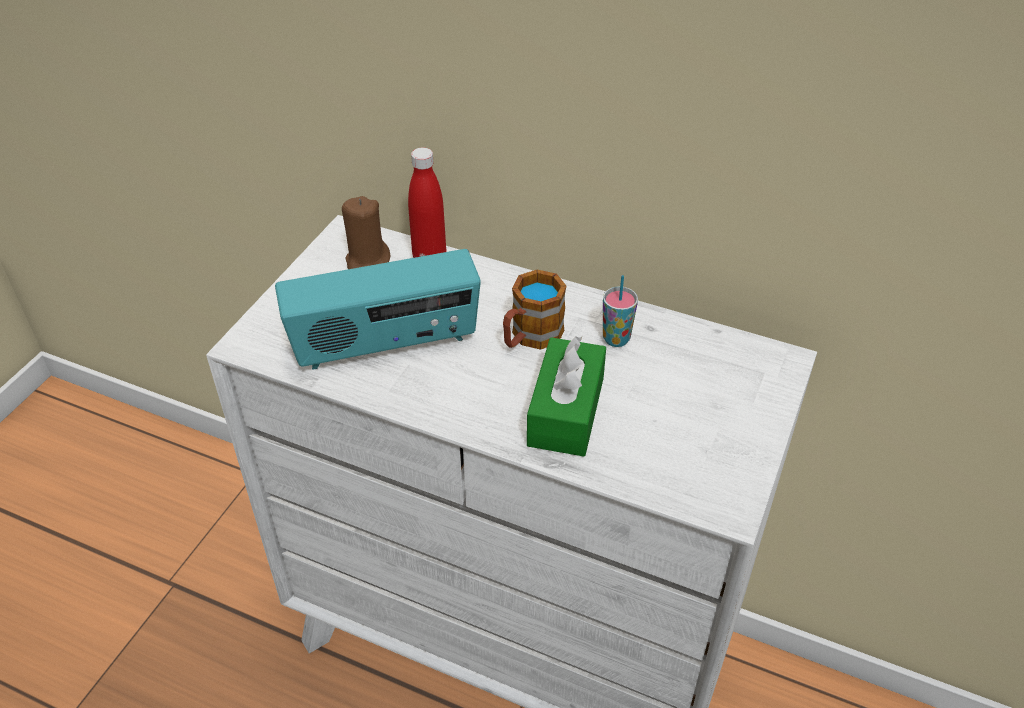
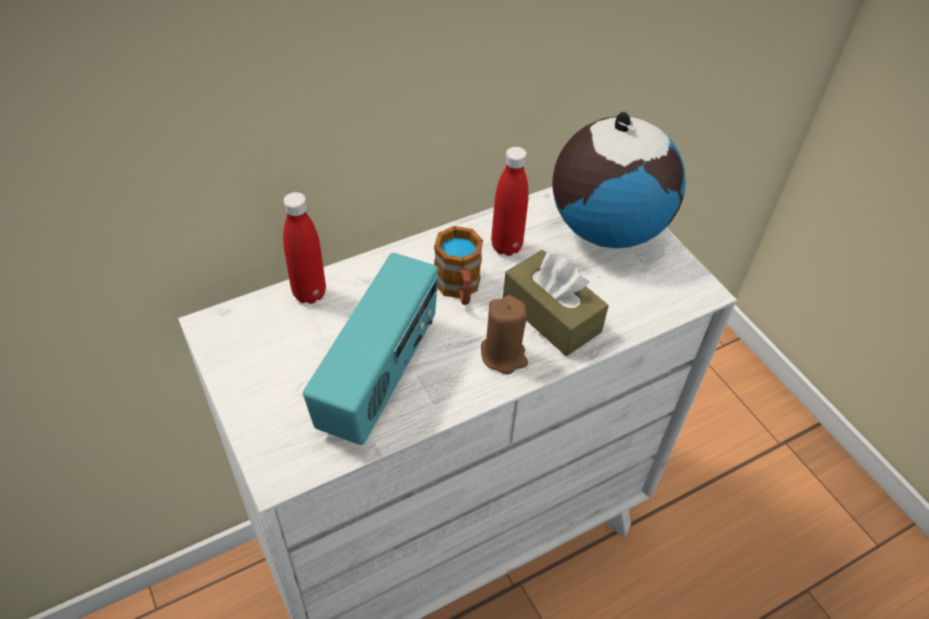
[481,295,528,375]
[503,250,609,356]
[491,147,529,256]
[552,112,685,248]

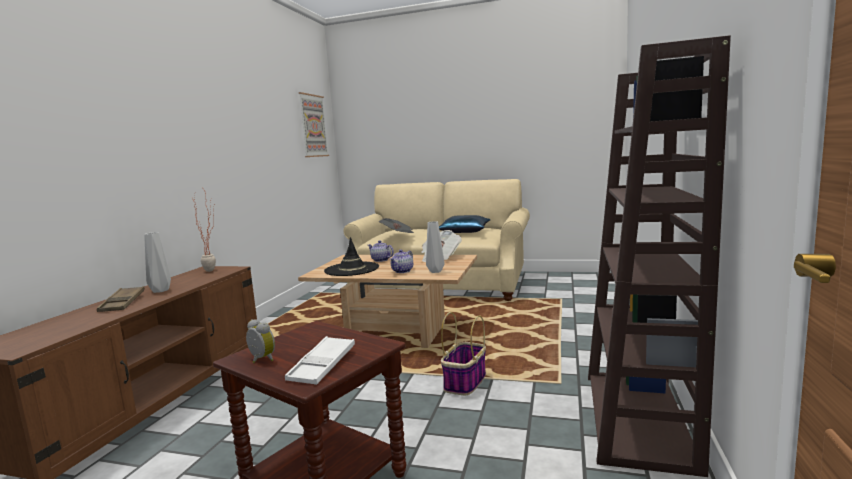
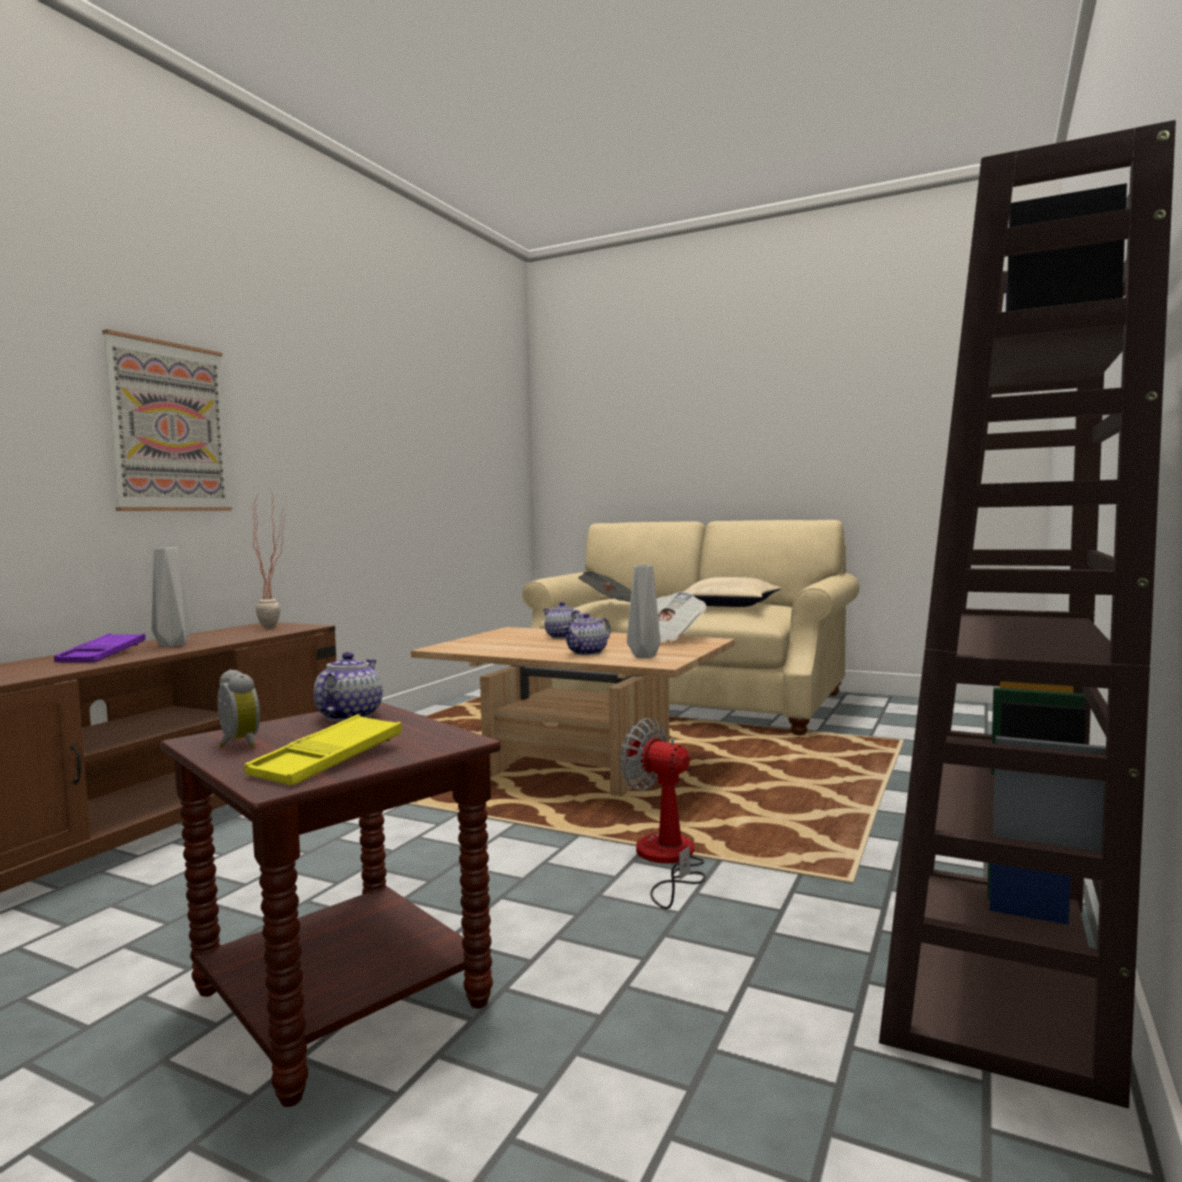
[54,633,146,663]
[244,715,402,786]
[102,329,232,511]
[324,237,379,276] (first image)
[683,577,781,607]
[620,718,705,909]
[314,652,383,721]

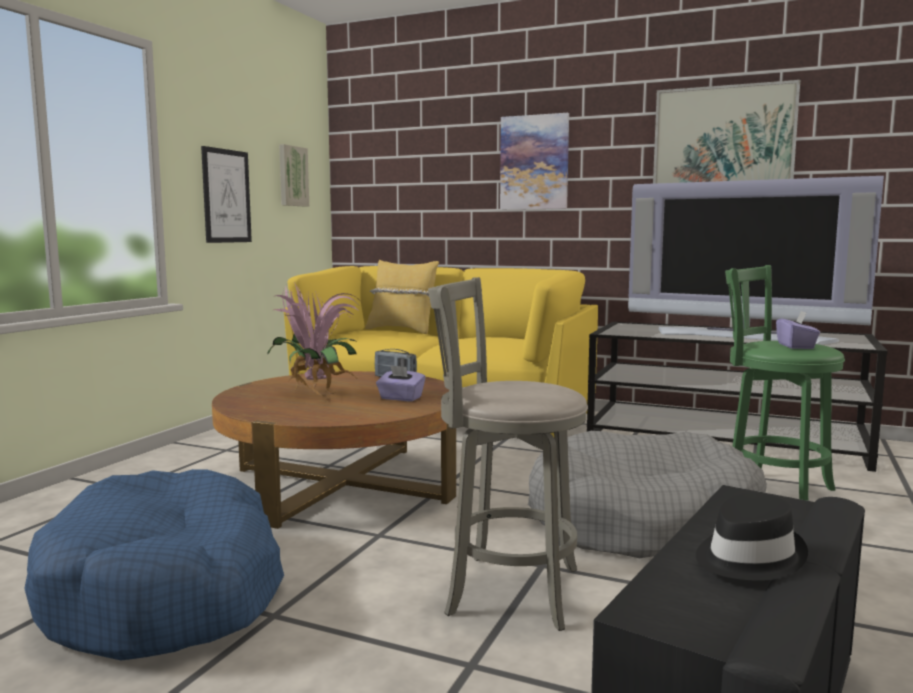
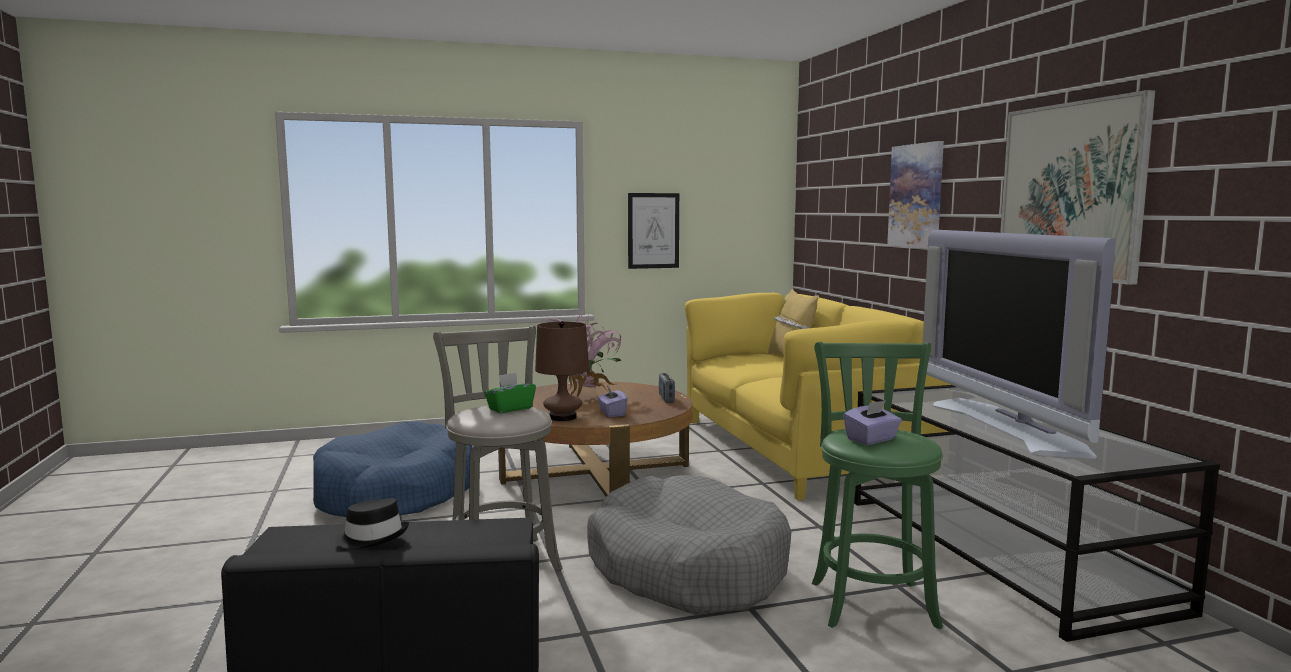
[279,144,309,207] (first image)
[484,373,536,413]
[535,321,589,421]

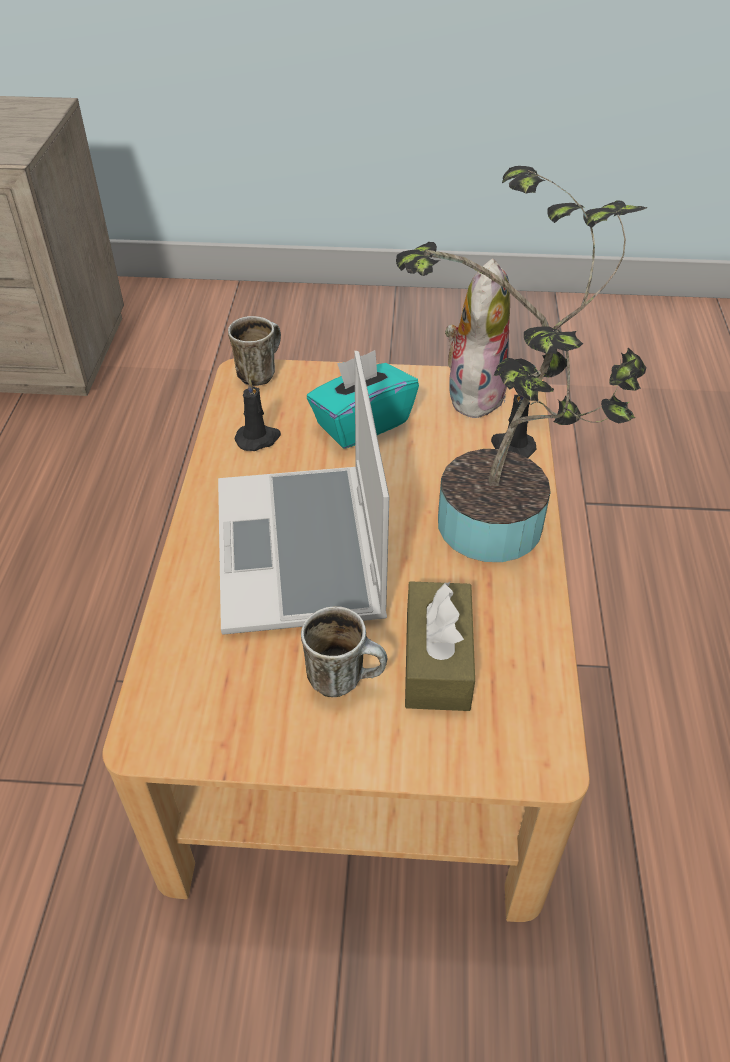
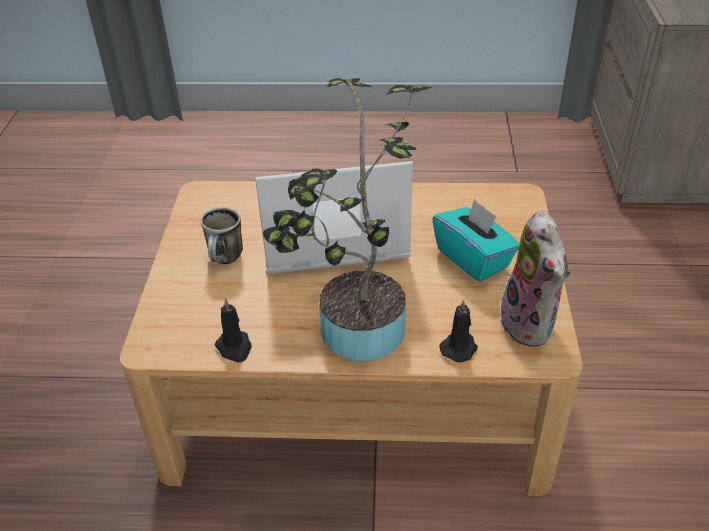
[228,316,281,386] (first image)
[215,298,252,362]
[405,581,475,711] (first image)
[501,210,571,347]

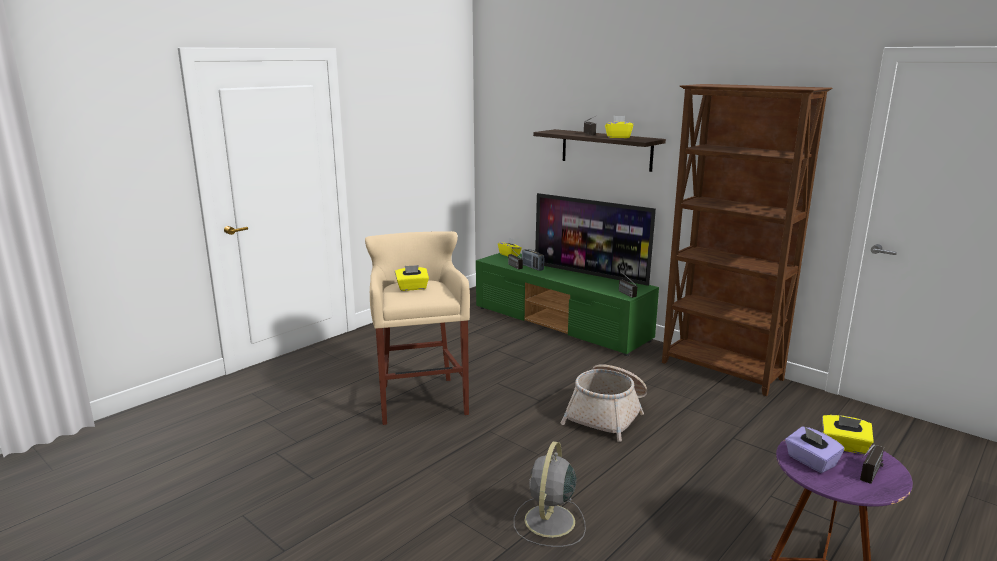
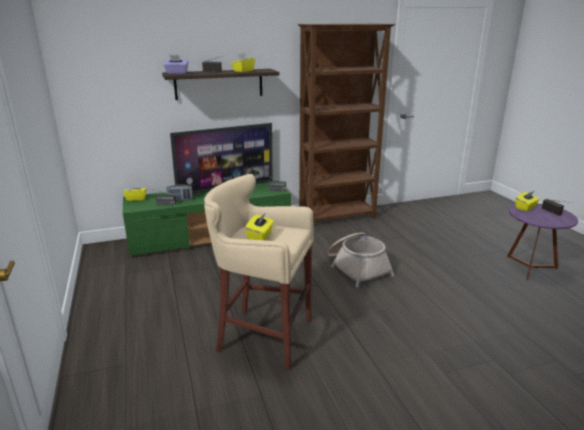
[514,441,586,547] (first image)
[164,55,189,74]

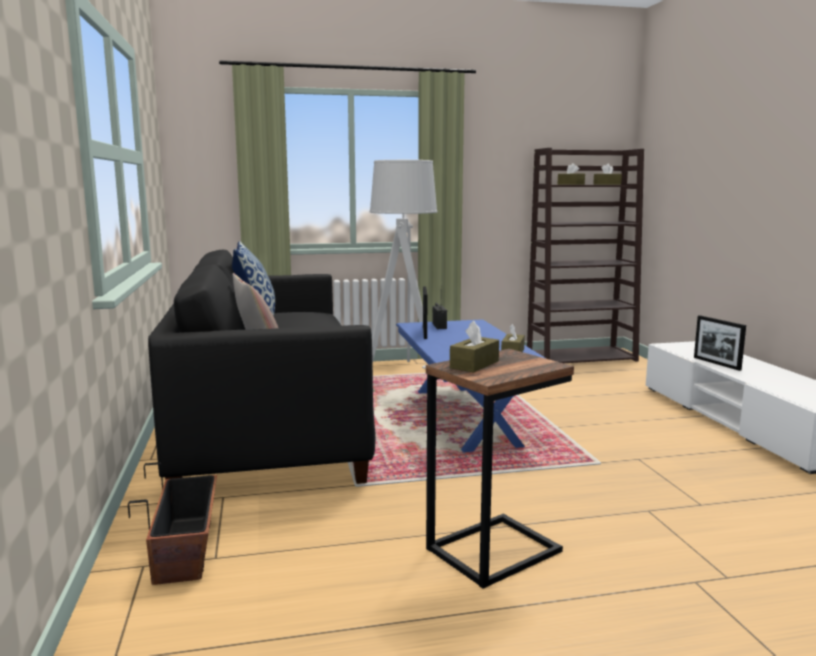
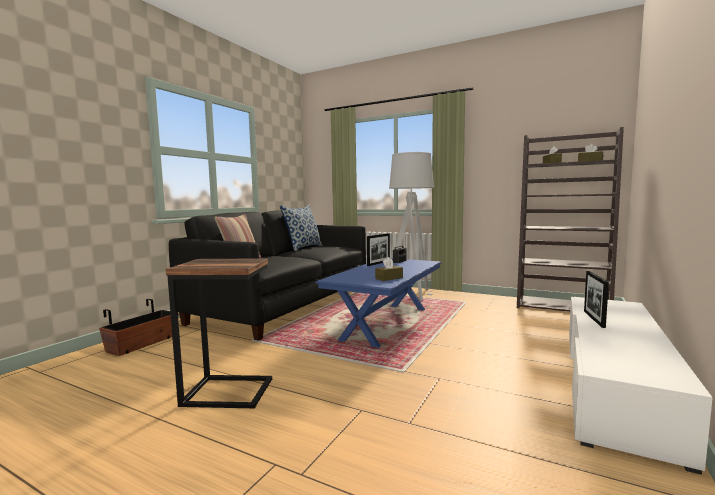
[450,321,499,372] (first image)

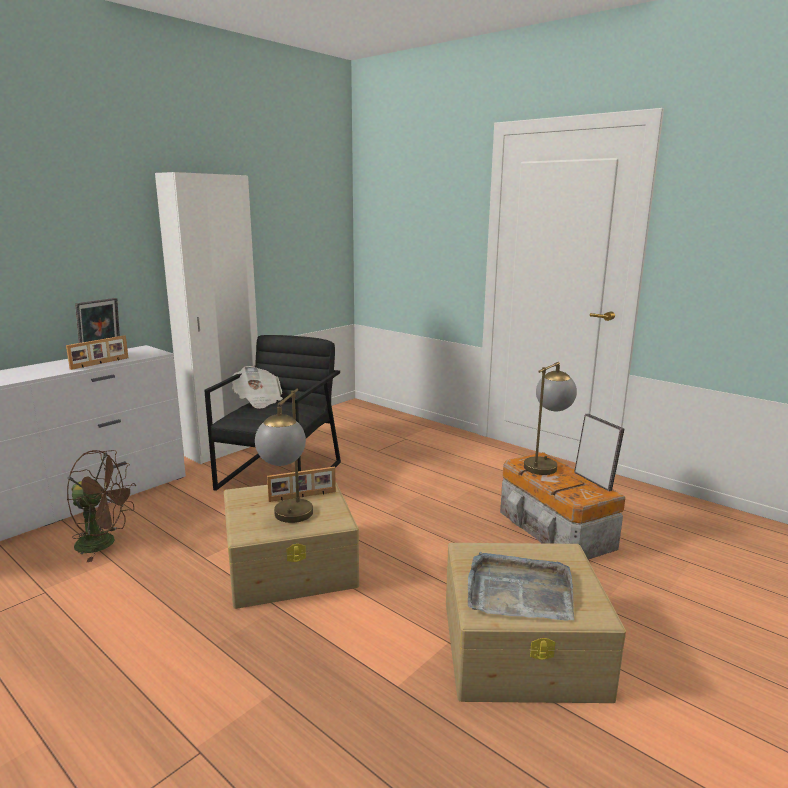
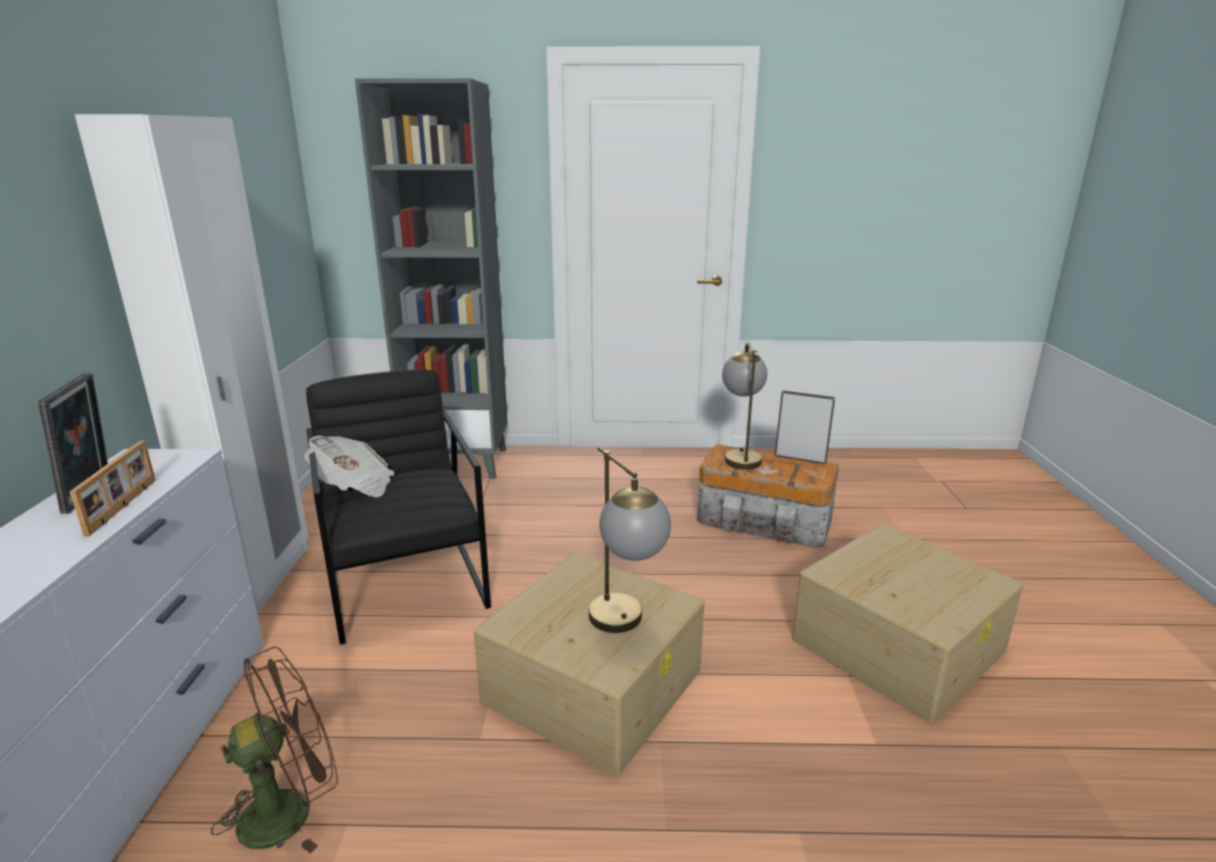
[267,467,336,502] (first image)
[468,552,574,621] (first image)
[355,78,508,479]

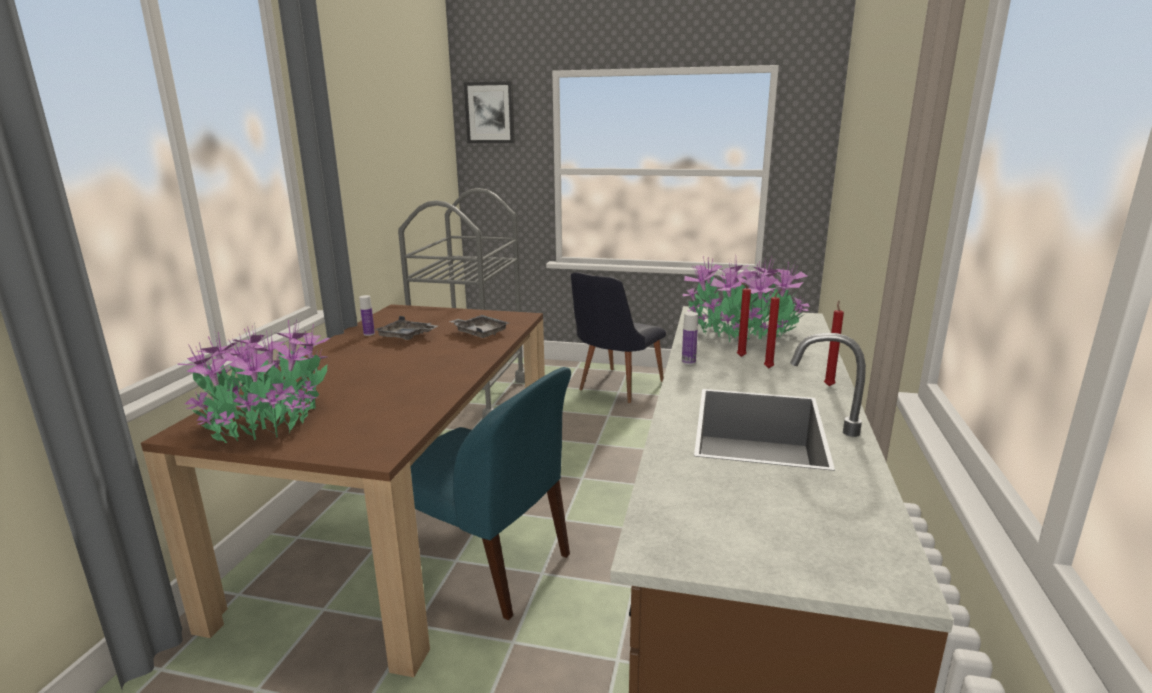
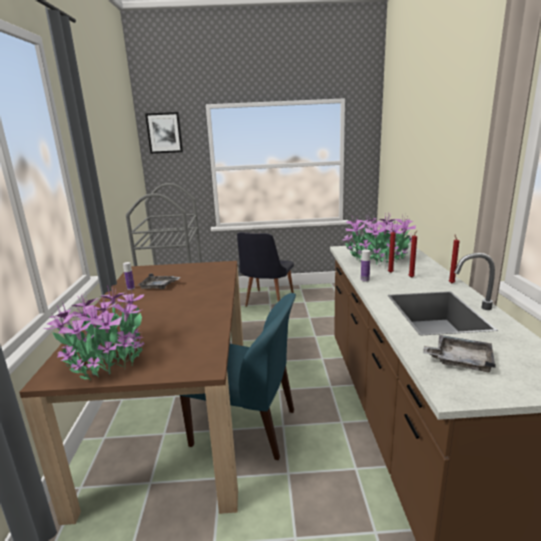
[423,335,496,372]

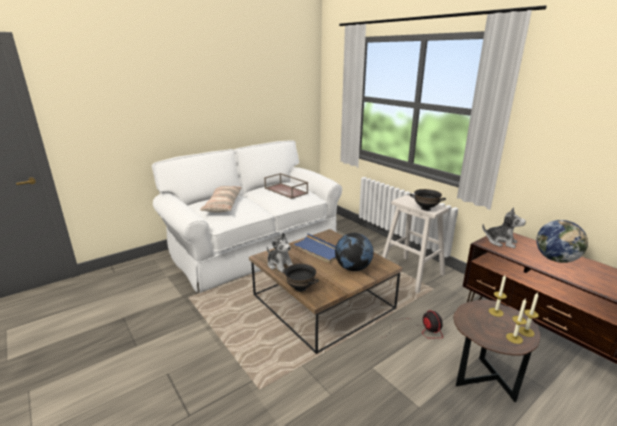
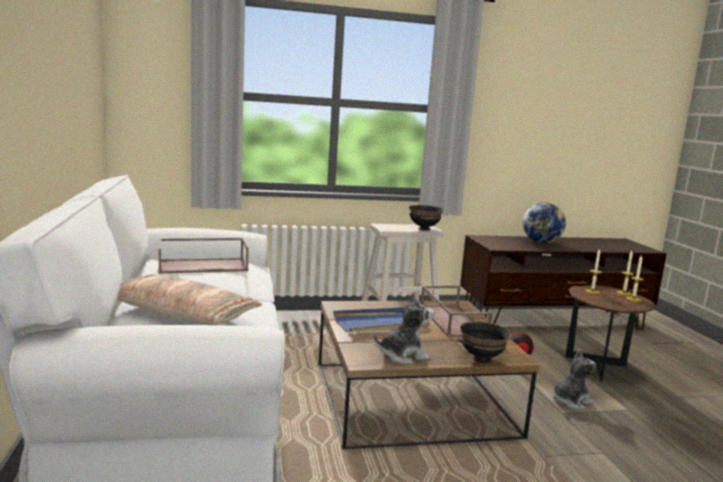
[421,286,492,337]
[552,349,596,410]

